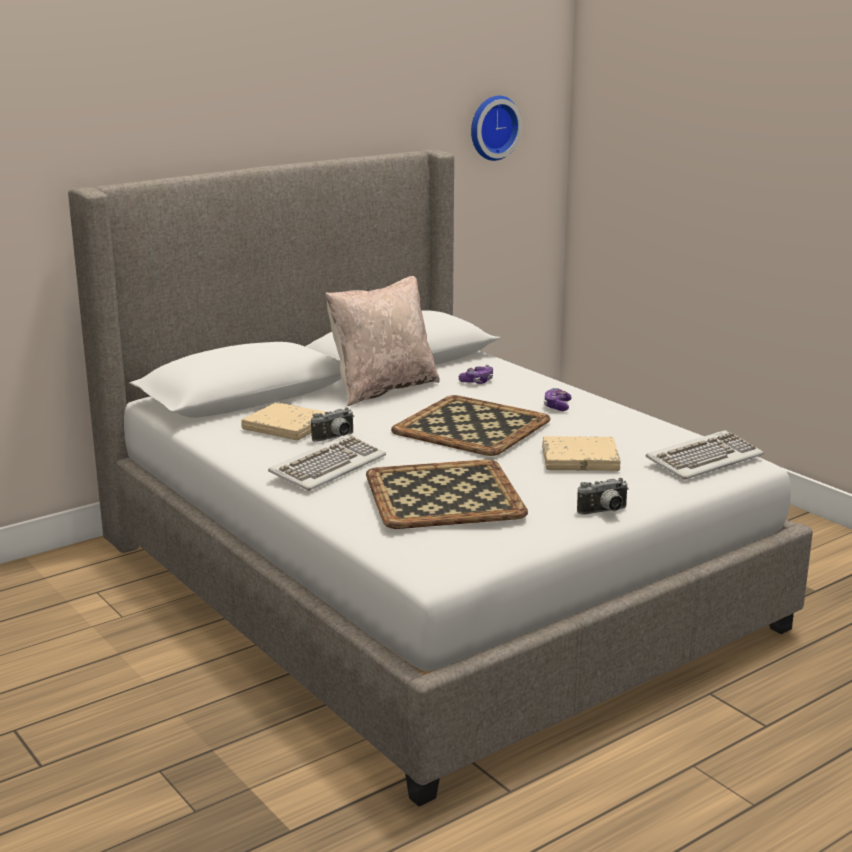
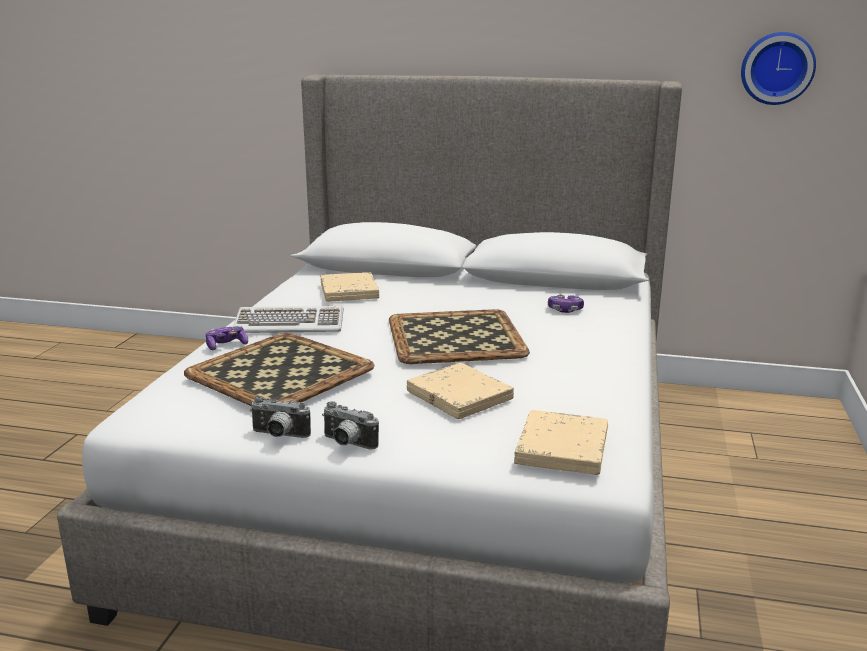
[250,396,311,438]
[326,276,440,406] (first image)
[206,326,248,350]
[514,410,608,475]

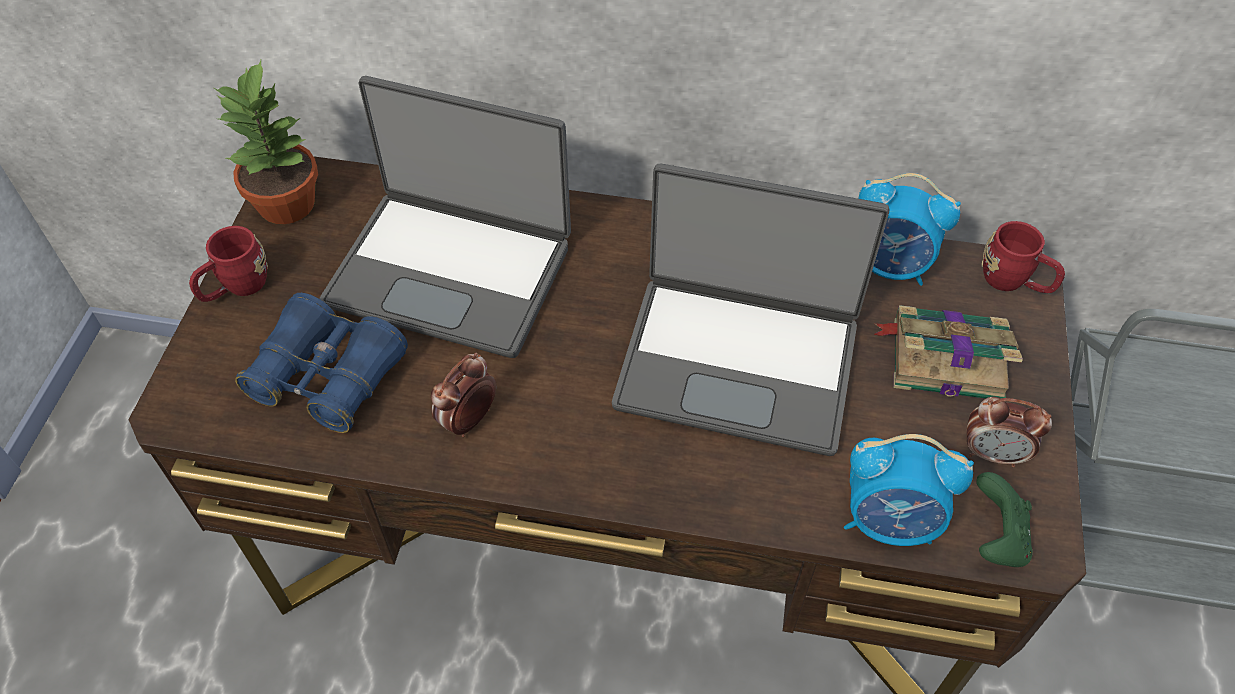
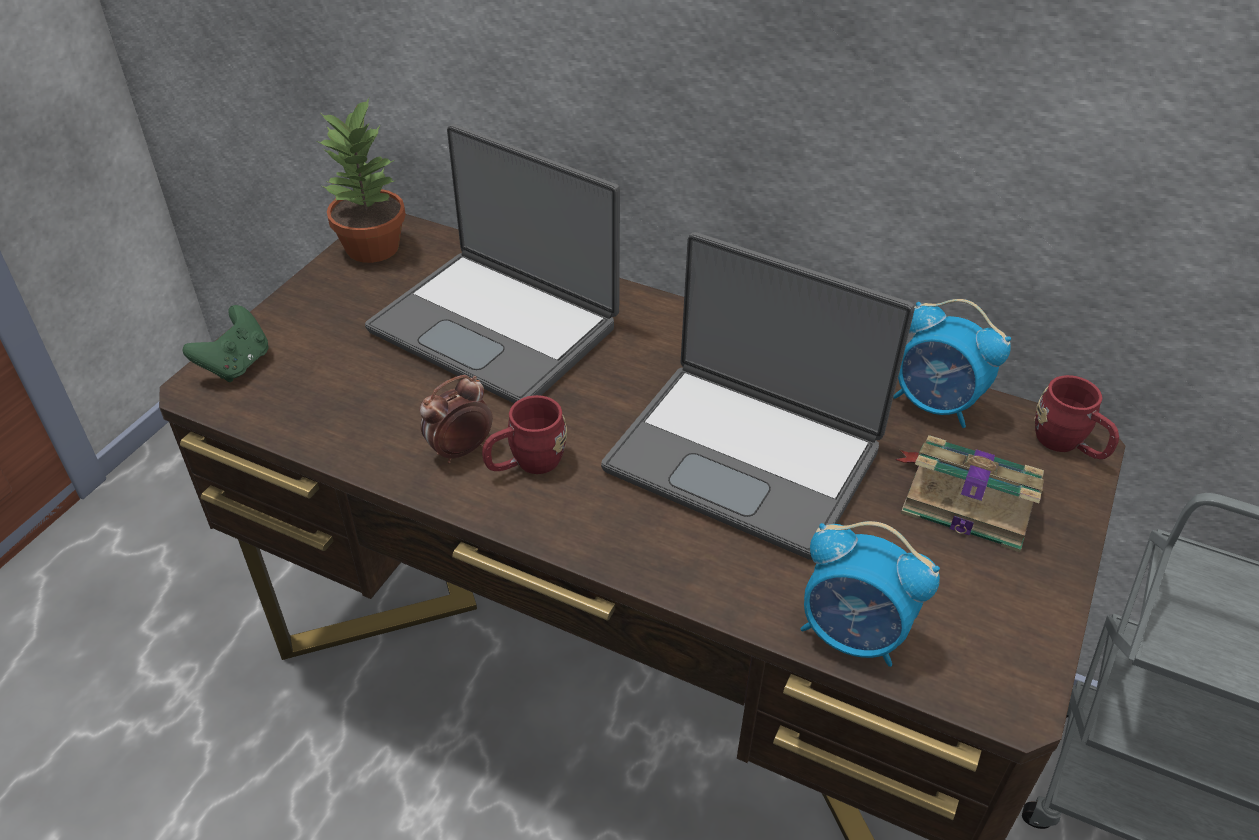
[482,395,567,474]
[235,293,408,433] (first image)
[967,397,1052,467] (first image)
[182,305,269,382]

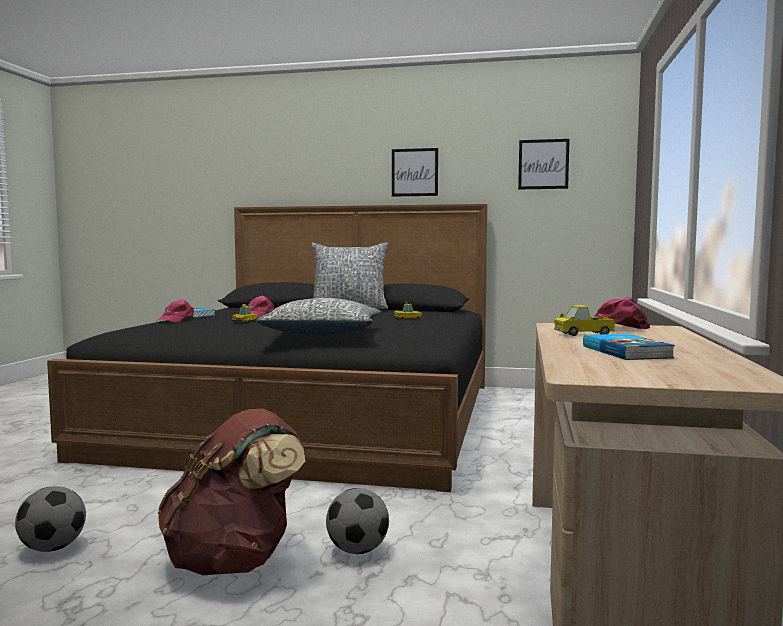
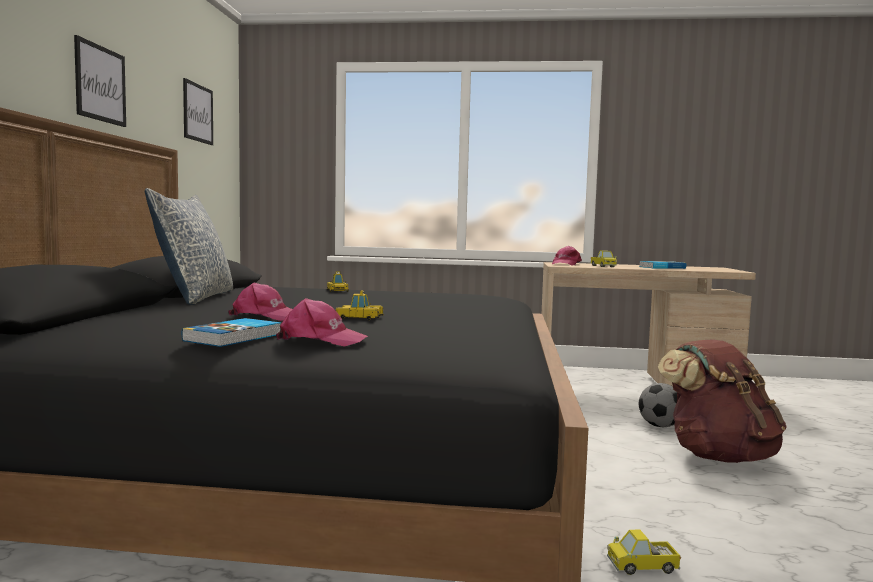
[15,486,86,552] (first image)
[256,298,381,335] (first image)
[607,530,681,575]

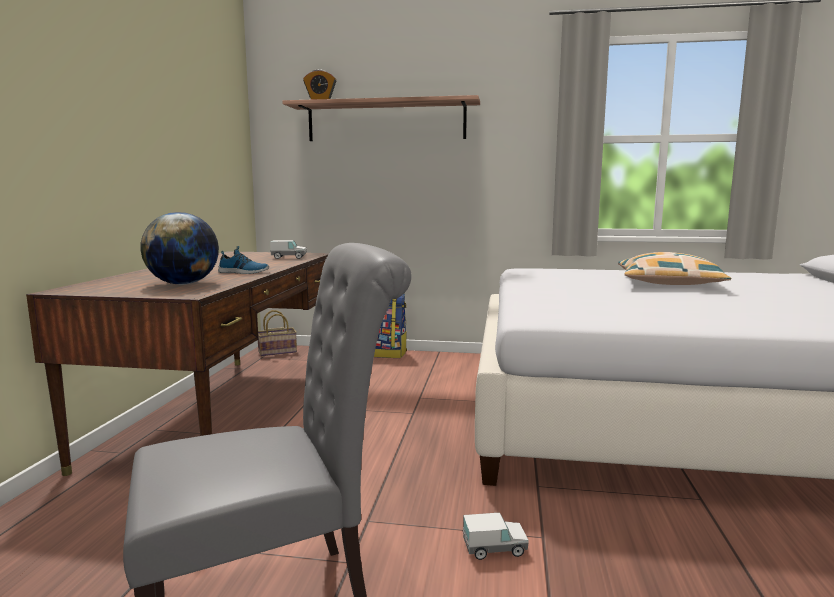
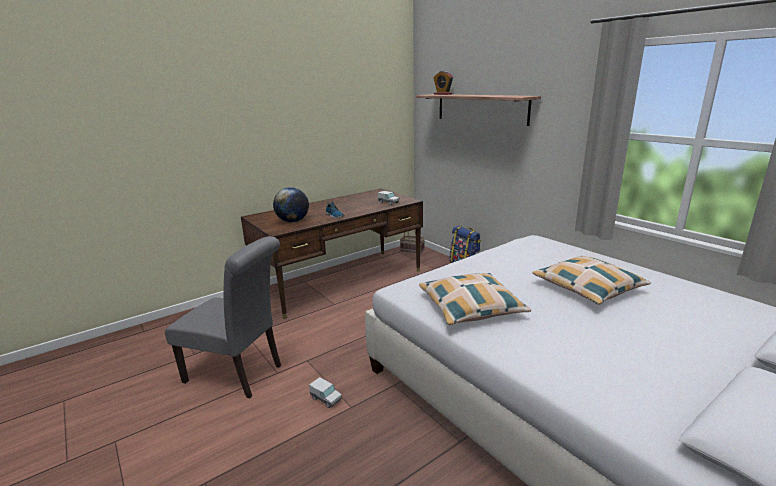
[419,273,531,325]

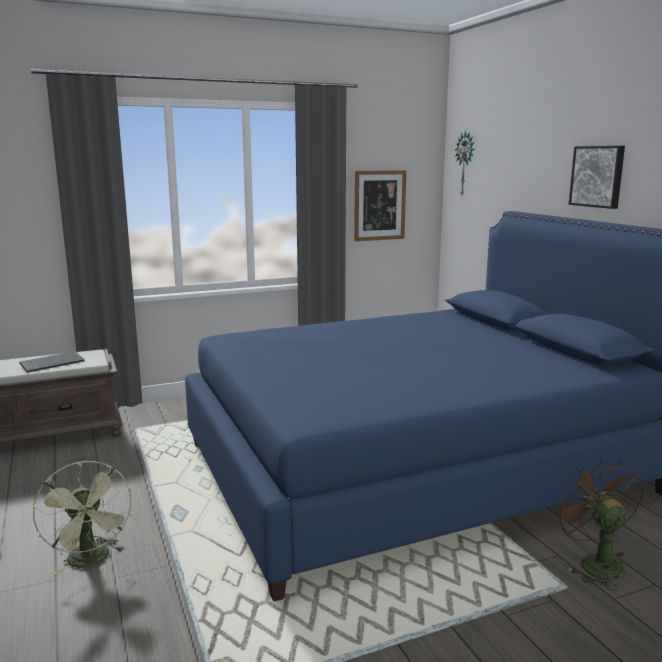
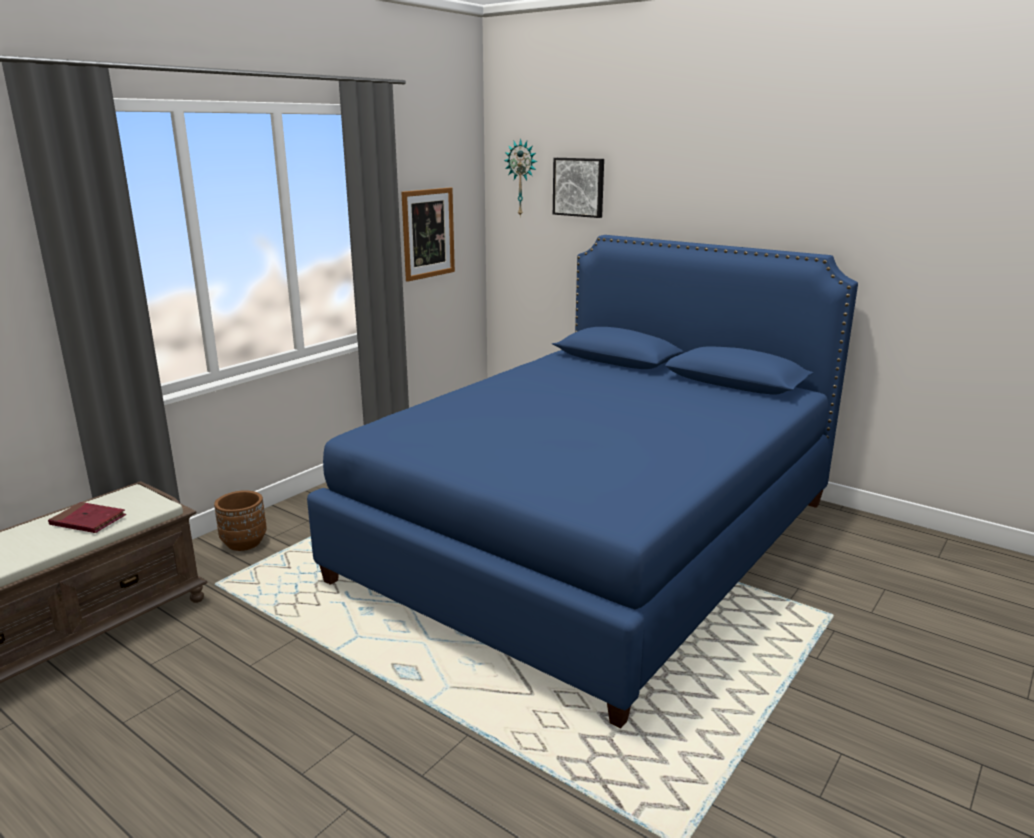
[48,502,126,533]
[33,461,133,575] (first image)
[552,458,644,590] (first image)
[553,158,604,218]
[214,490,267,551]

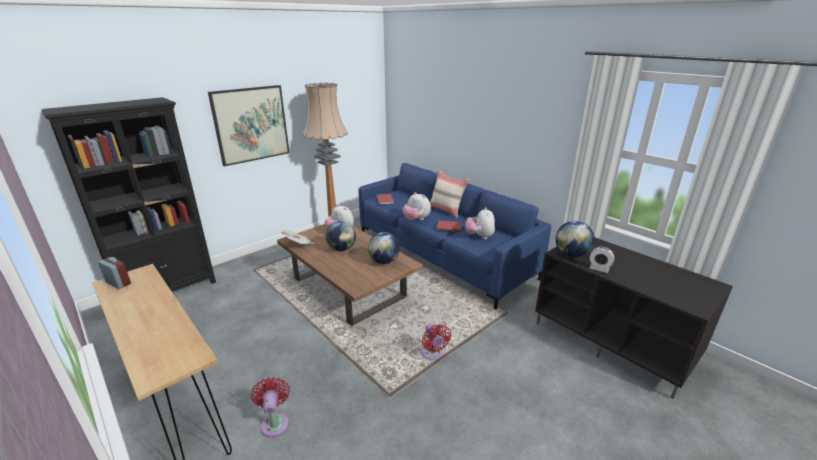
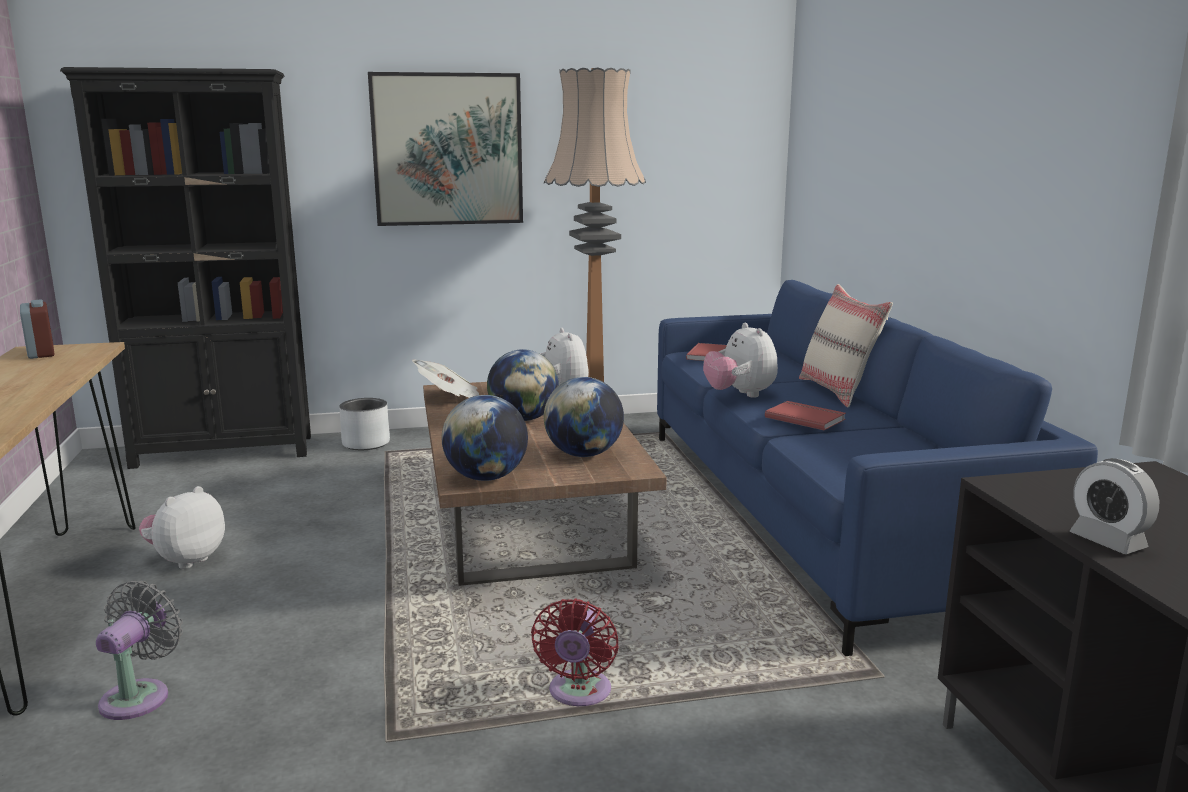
[96,581,183,720]
[139,486,225,569]
[442,395,528,481]
[339,398,390,450]

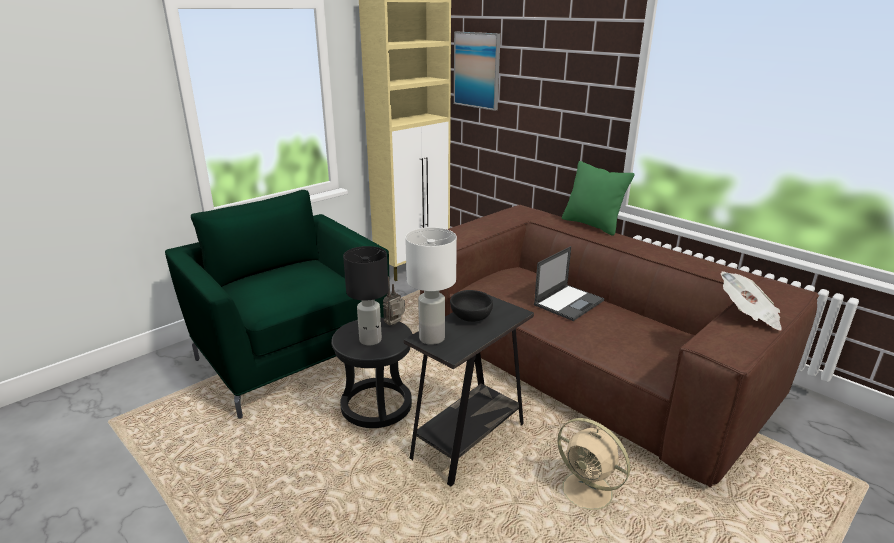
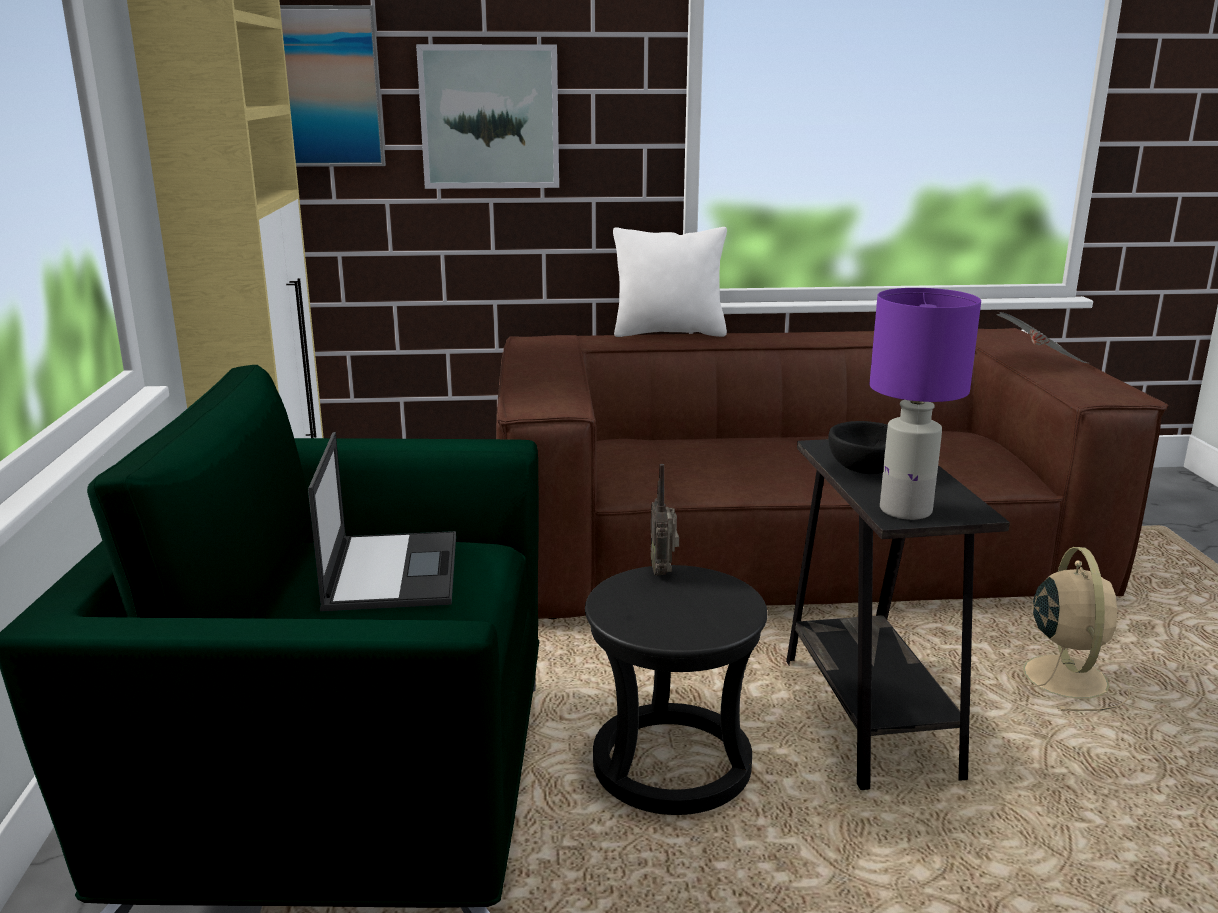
[343,246,388,345] (first image)
[869,288,981,520]
[308,432,456,612]
[1005,547,1130,711]
[613,227,727,337]
[416,44,559,189]

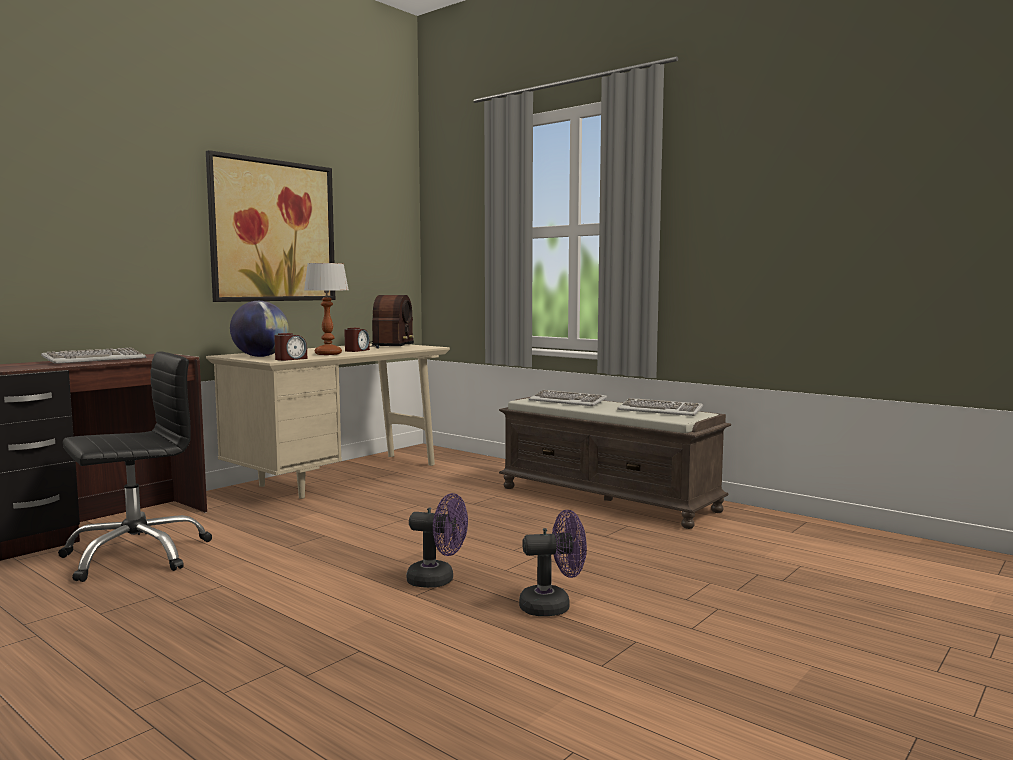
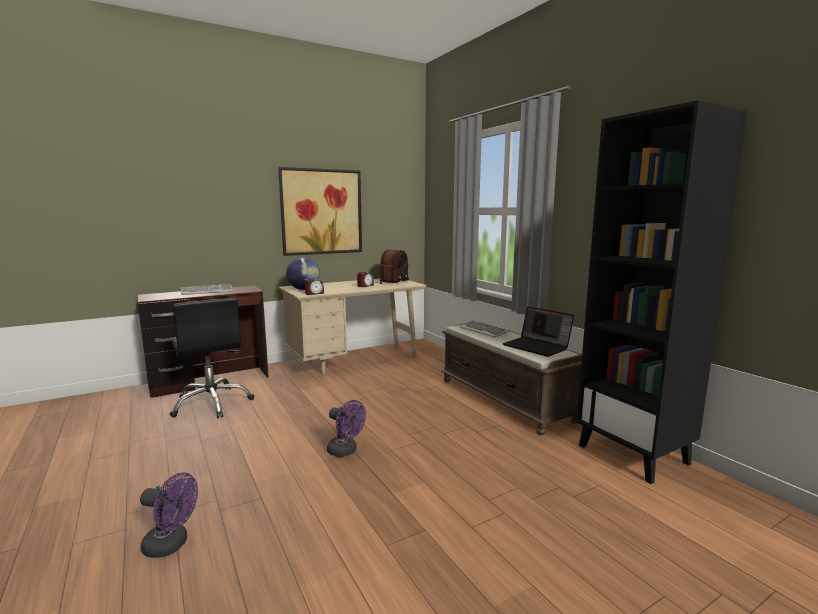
[170,298,254,418]
[304,263,349,355] (first image)
[140,472,198,558]
[503,307,574,357]
[577,100,748,484]

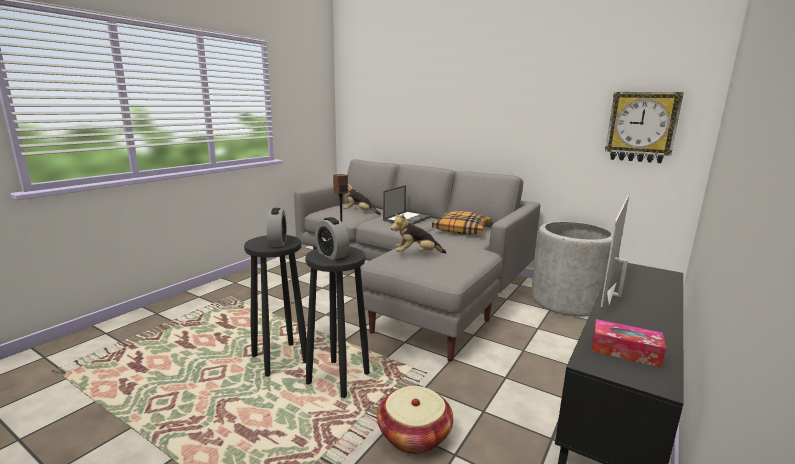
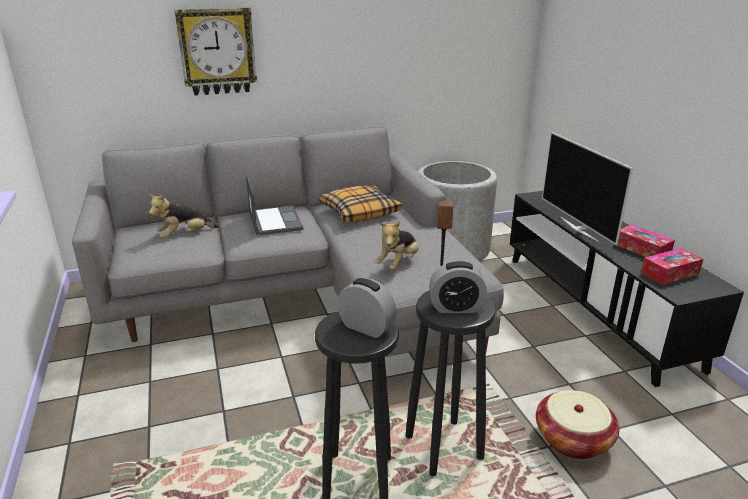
[175,7,257,96]
[616,224,675,257]

